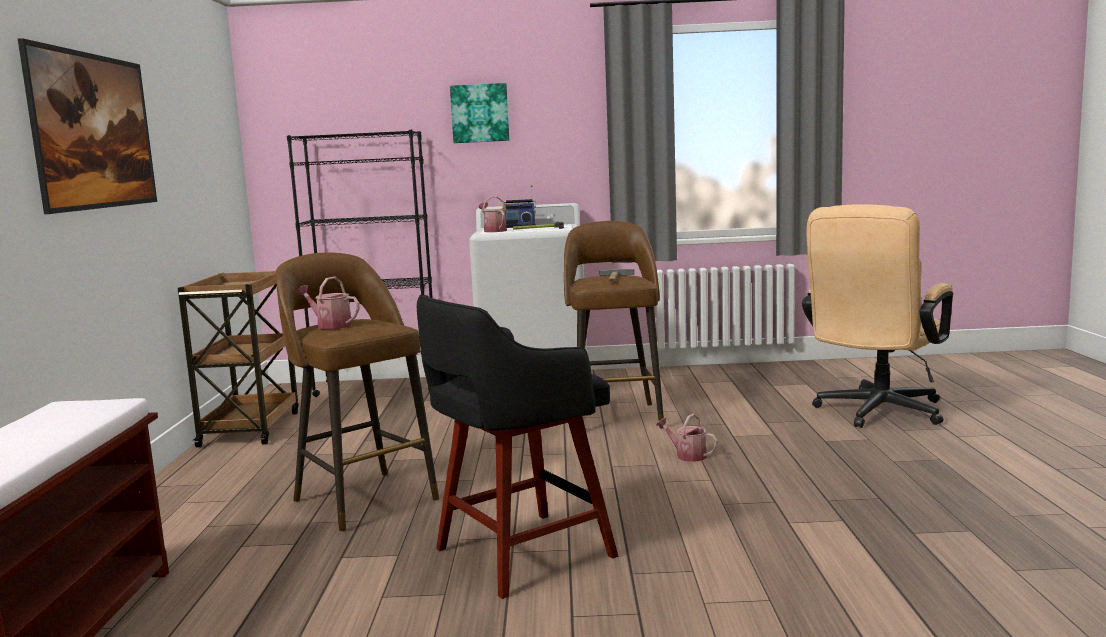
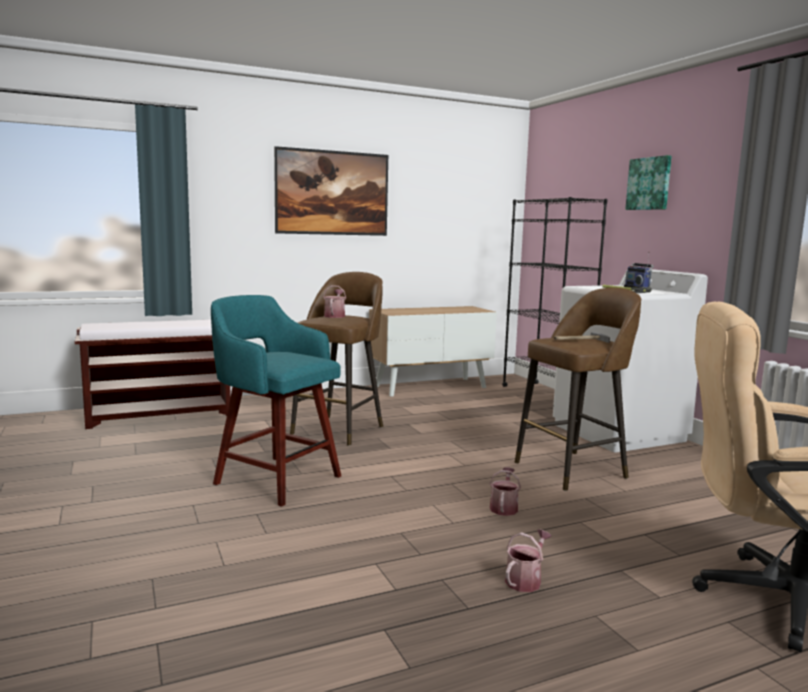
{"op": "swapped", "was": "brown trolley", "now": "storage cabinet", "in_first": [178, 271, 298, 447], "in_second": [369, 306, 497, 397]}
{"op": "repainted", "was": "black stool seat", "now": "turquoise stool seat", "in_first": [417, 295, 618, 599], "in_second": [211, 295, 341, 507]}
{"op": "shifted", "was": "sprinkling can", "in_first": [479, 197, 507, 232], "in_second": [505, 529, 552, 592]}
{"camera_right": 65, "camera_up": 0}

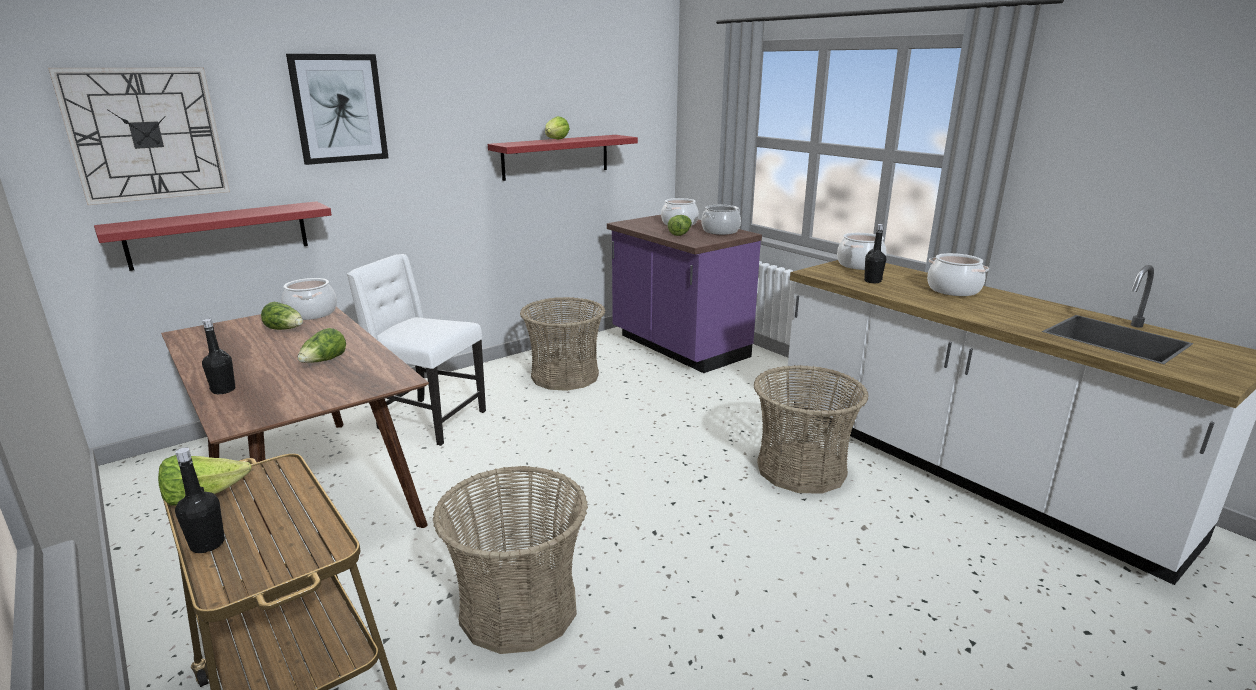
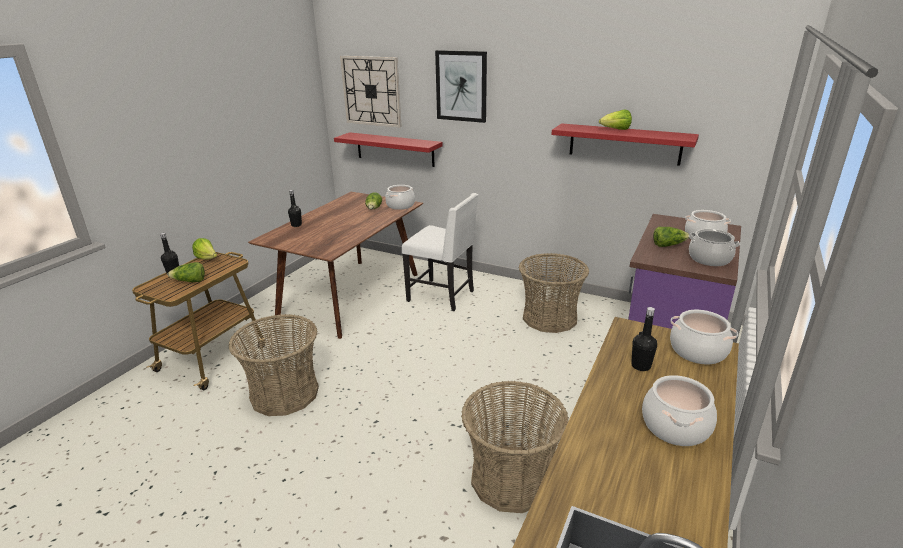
{"op": "shifted", "was": "head of lettuce", "in_first": [298, 328, 346, 363], "in_second": [167, 262, 205, 282]}
{"op": "rotated", "was": "white-coloured plain chair", "in_first": [347, 254, 486, 446], "in_second": [402, 193, 478, 311], "clockwise": 120}
{"camera_right": 65, "camera_up": 5}

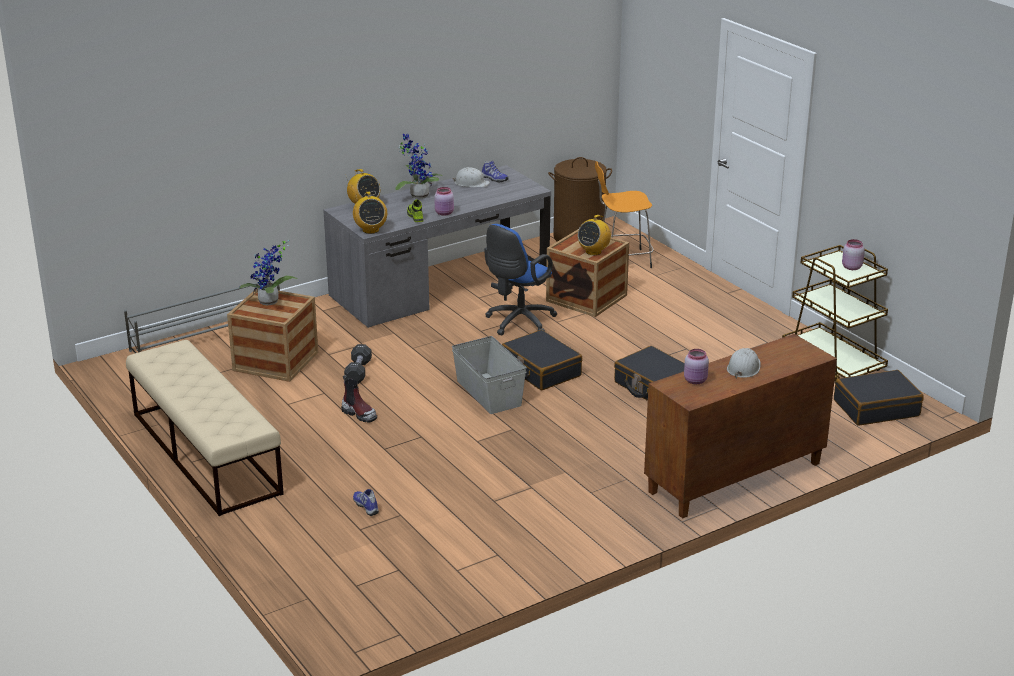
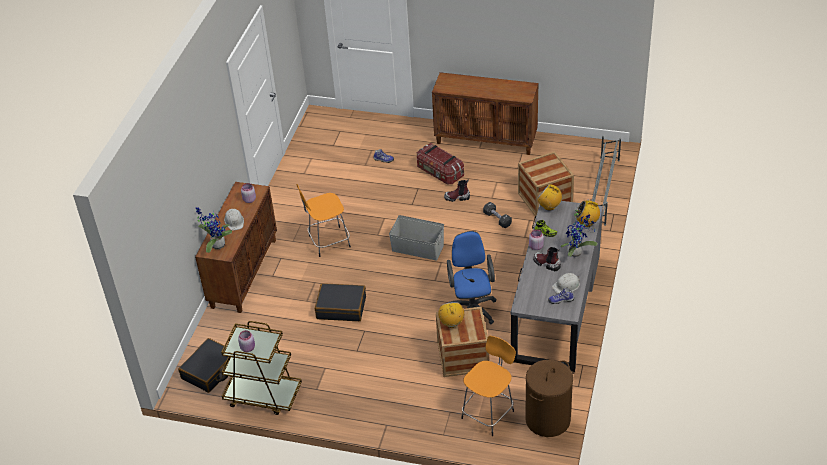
{"op": "swapped", "was": "sand-coloured bench", "now": "brown storage cabinet", "in_first": [126, 340, 284, 516], "in_second": [432, 72, 538, 155]}
{"op": "shifted", "was": "potted plant", "in_first": [239, 240, 298, 306], "in_second": [196, 207, 232, 253]}
{"op": "gone", "was": "black suitcase", "in_first": [502, 330, 582, 391]}
{"op": "new", "now": "orangey stool seat", "in_second": [297, 184, 351, 257]}
{"op": "new", "now": "storage box", "in_second": [417, 143, 464, 184]}
{"op": "new", "now": "tall boot", "in_second": [533, 247, 561, 271]}
{"camera_right": 140, "camera_up": 15}

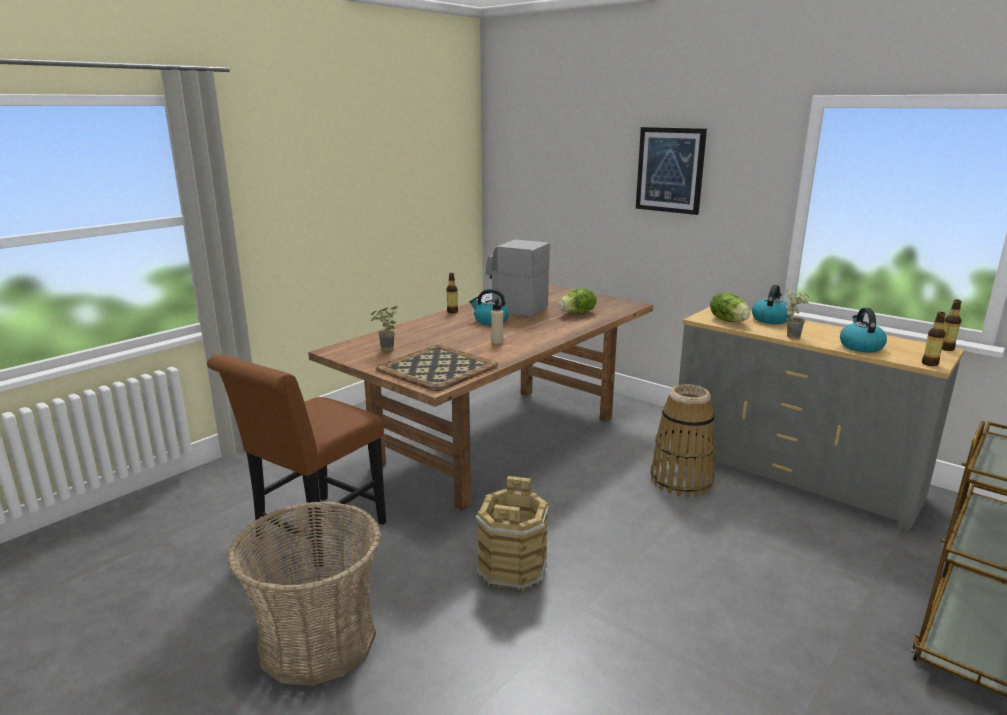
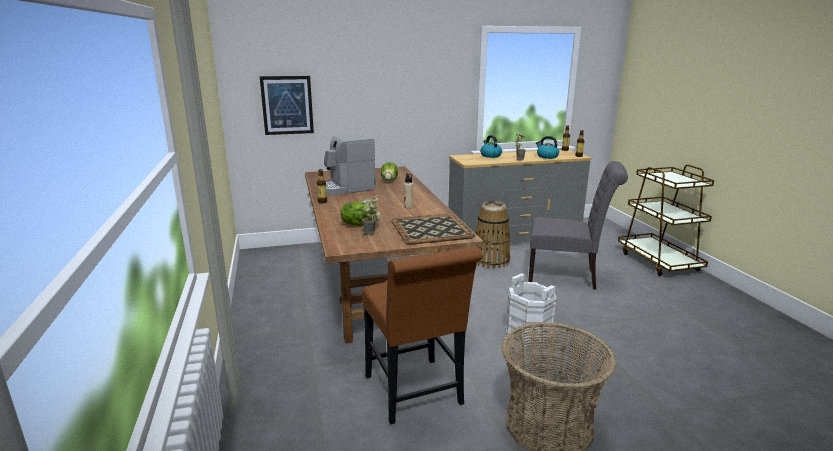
{"op": "gone", "was": "kettle", "in_first": [469, 289, 509, 325]}
{"op": "repainted", "was": "brown water bucket", "now": "white-coloured water bucket", "in_first": [476, 476, 549, 591], "in_second": [505, 273, 557, 347]}
{"op": "shifted", "was": "wall picture", "in_first": [636, 127, 707, 215], "in_second": [260, 76, 314, 135]}
{"op": "shifted", "was": "head of lettuce", "in_first": [710, 293, 750, 322], "in_second": [340, 202, 380, 226]}
{"op": "new", "now": "gray plain chair", "in_second": [528, 161, 628, 290]}
{"camera_right": -55, "camera_up": 0}

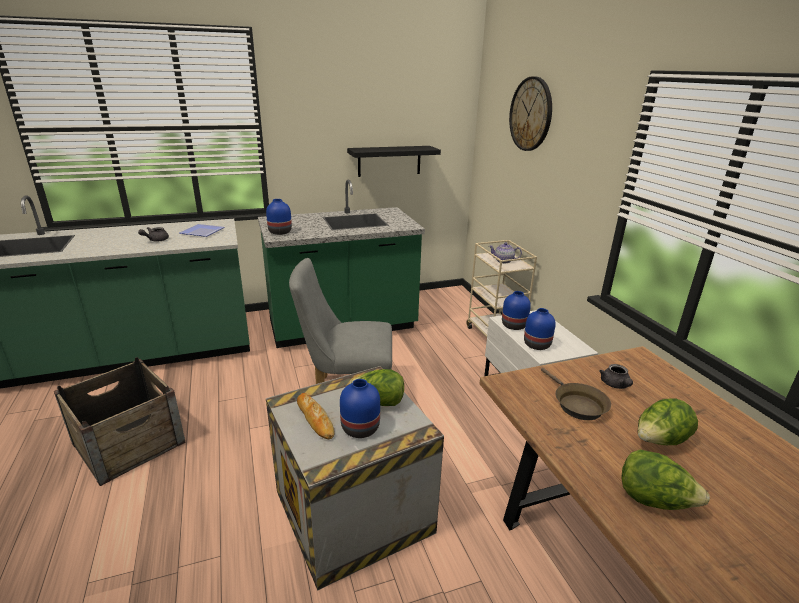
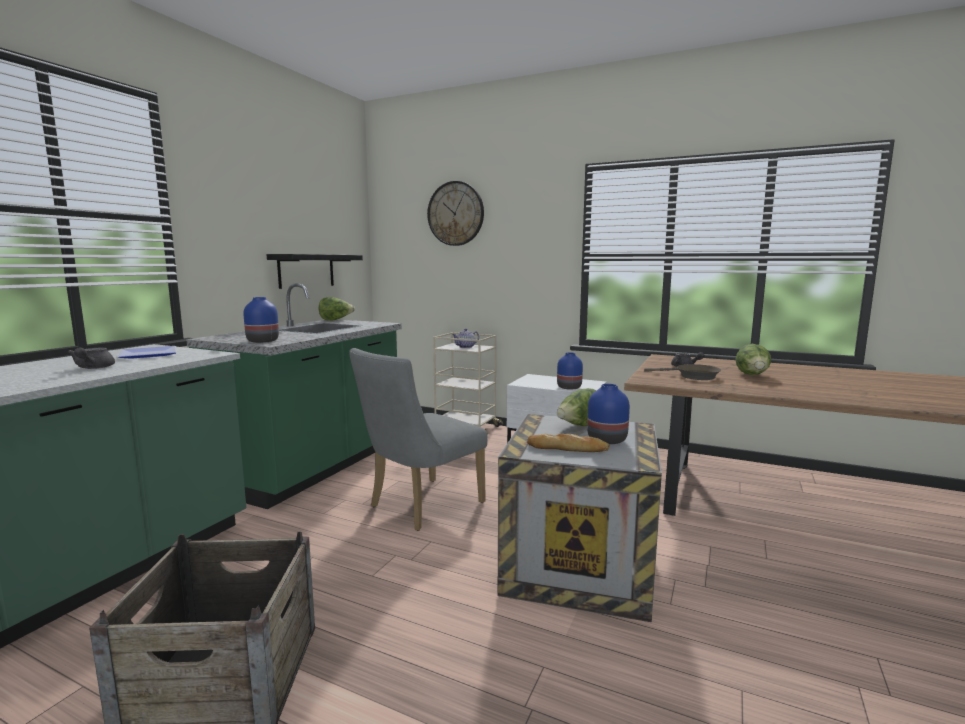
{"op": "gone", "was": "blue-coloured vase", "in_first": [502, 291, 531, 330]}
{"op": "shifted", "was": "head of lettuce", "in_first": [621, 449, 710, 510], "in_second": [318, 297, 355, 321]}
{"camera_right": -45, "camera_up": -15}

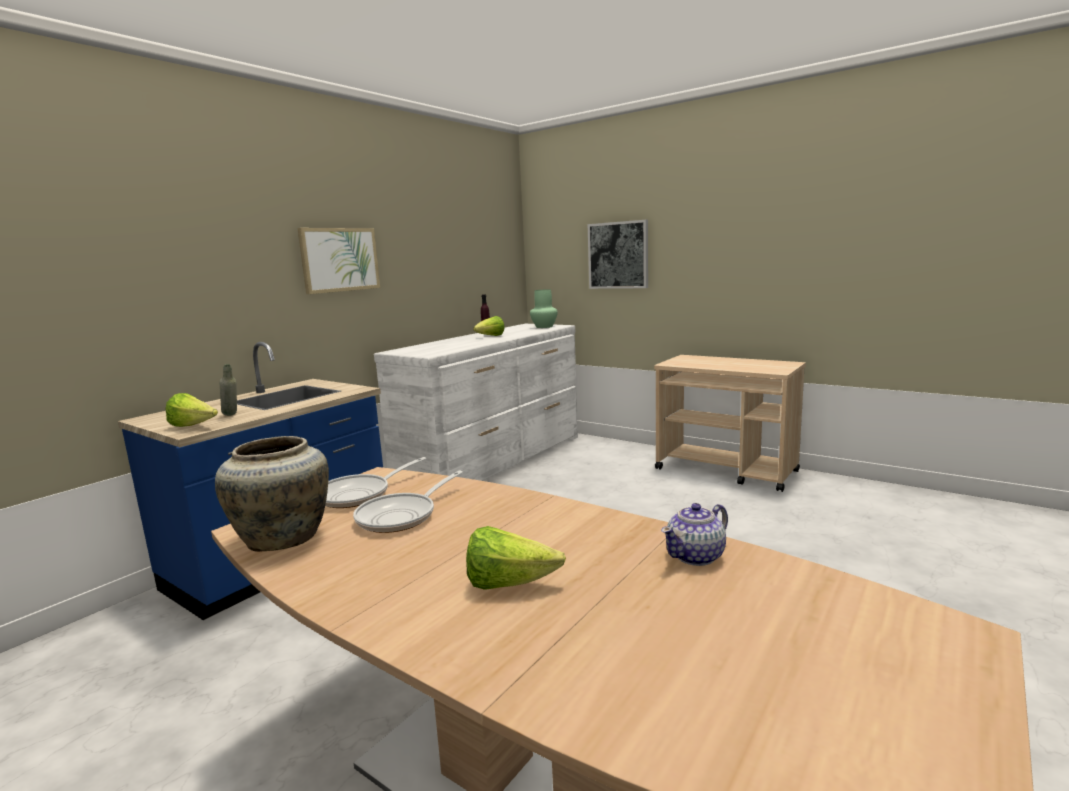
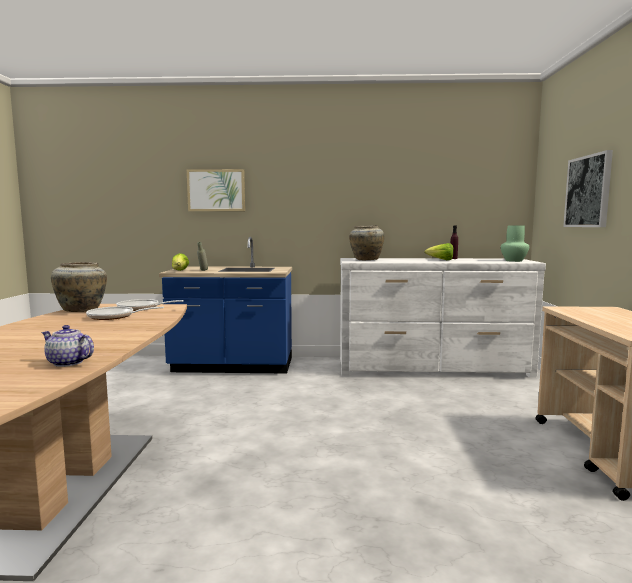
{"op": "shifted", "was": "wall picture", "in_first": [297, 228, 380, 294], "in_second": [187, 169, 245, 211]}
{"op": "gone", "was": "head of lettuce", "in_first": [466, 526, 566, 590]}
{"op": "new", "now": "sand-coloured vase", "in_second": [349, 226, 384, 260]}
{"camera_right": 55, "camera_up": -5}

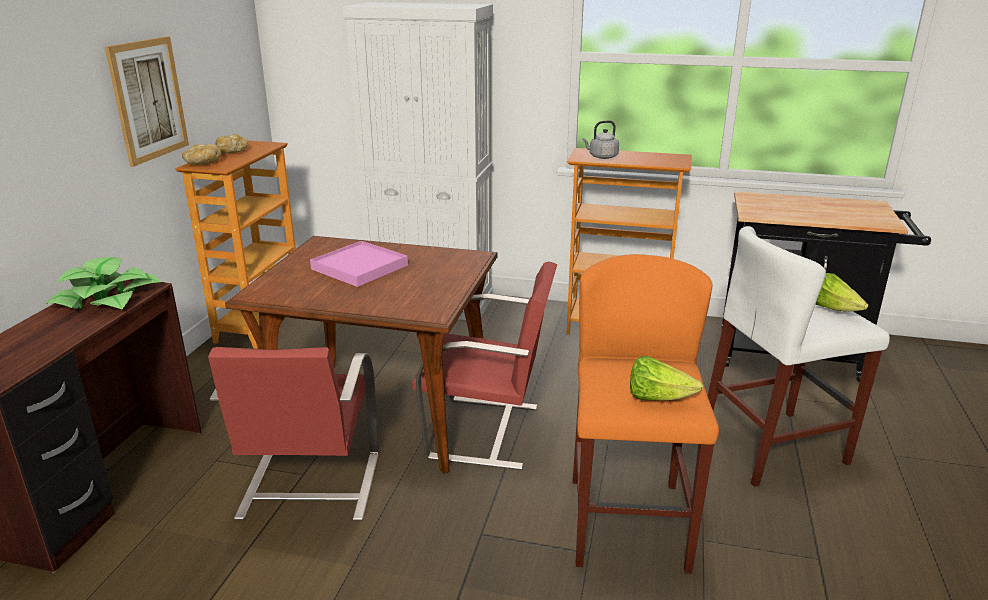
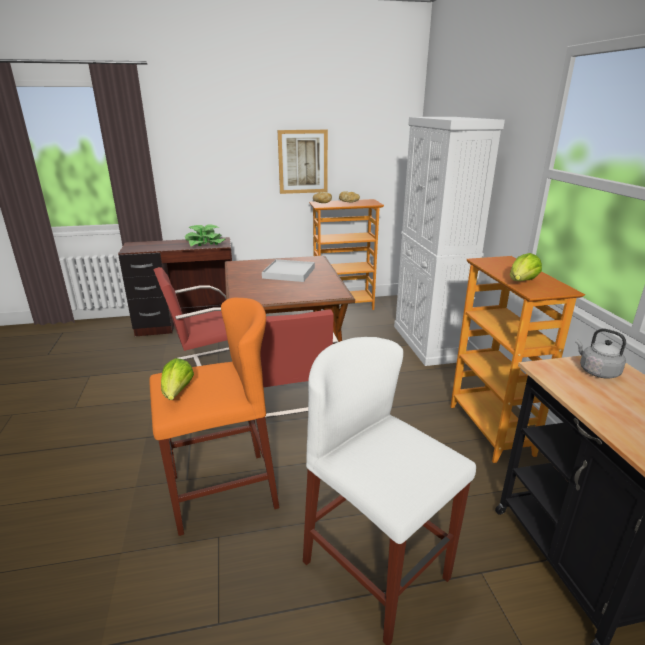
{"op": "repainted", "was": "pink-coloured serving tray", "now": "white-coloured serving tray", "in_first": [310, 241, 408, 287], "in_second": [262, 259, 315, 282]}
{"op": "shifted", "was": "gray kettle", "in_first": [582, 120, 619, 159], "in_second": [575, 329, 626, 379]}
{"op": "shifted", "was": "head of lettuce", "in_first": [816, 273, 868, 311], "in_second": [510, 253, 542, 281]}
{"camera_right": 65, "camera_up": 0}

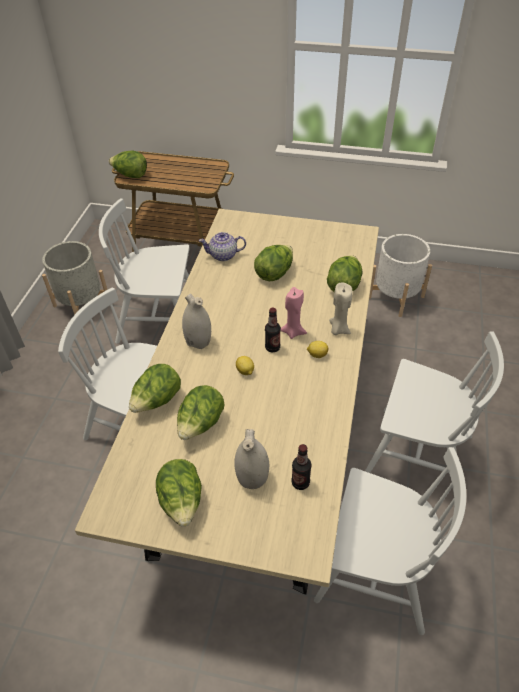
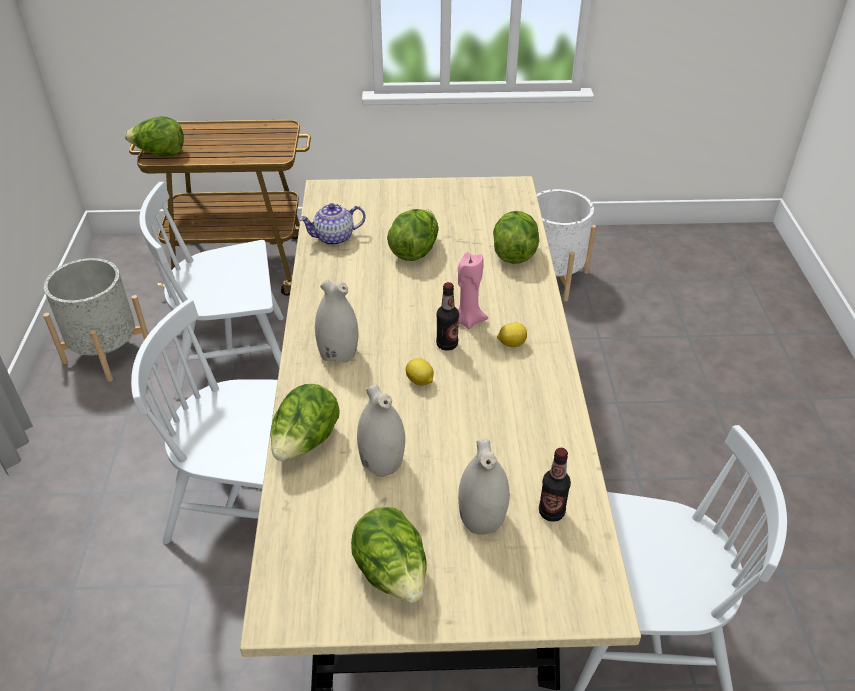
{"op": "swapped", "was": "head of lettuce", "now": "white-coloured vase", "in_first": [177, 385, 225, 440], "in_second": [357, 384, 405, 477]}
{"op": "gone", "was": "sand-coloured candle", "in_first": [329, 283, 352, 335]}
{"op": "gone", "was": "white-coloured plain chair", "in_first": [365, 331, 504, 493]}
{"camera_right": -15, "camera_up": -5}

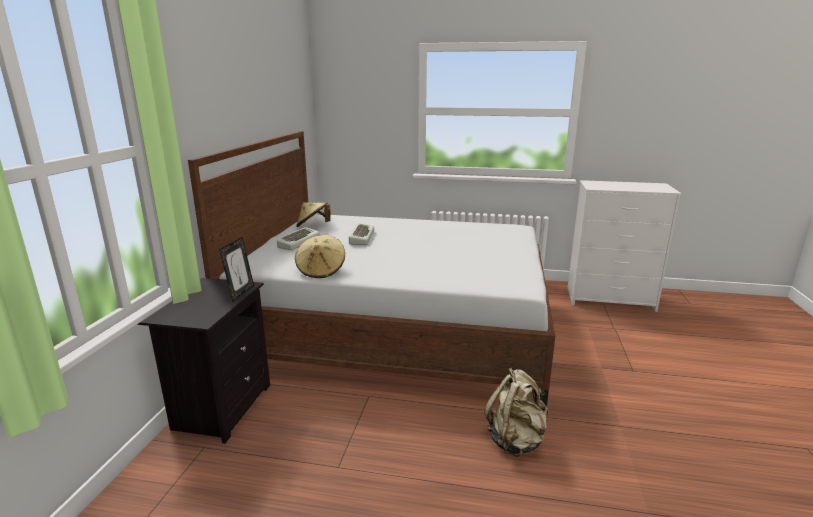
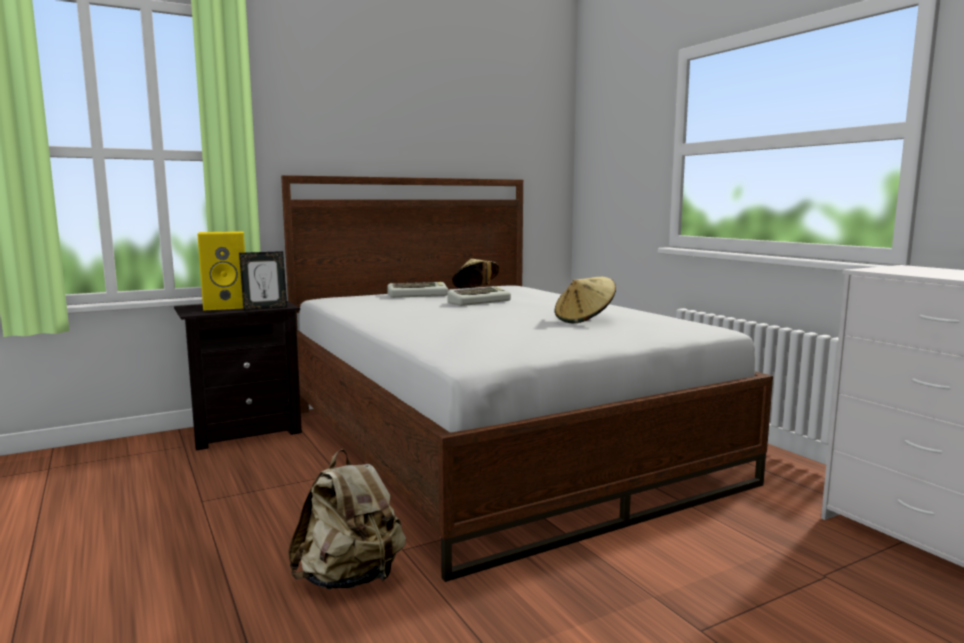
{"op": "shifted", "was": "sand-coloured hat", "in_first": [295, 235, 345, 278], "in_second": [555, 277, 616, 323]}
{"op": "new", "now": "yellow-coloured loudspeaker", "in_second": [197, 231, 245, 311]}
{"camera_right": 50, "camera_up": -10}

